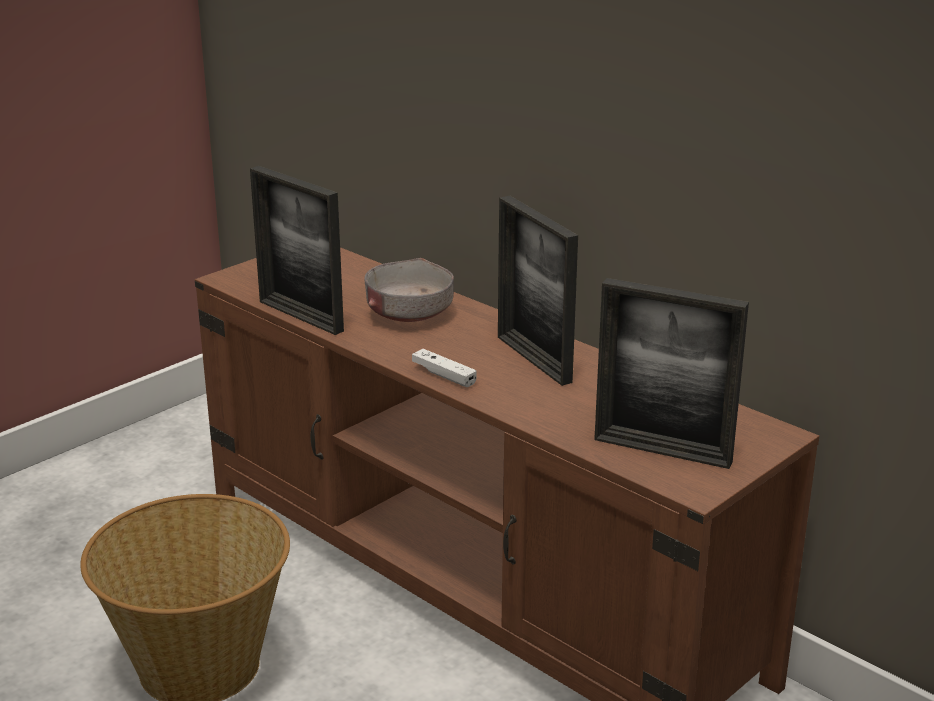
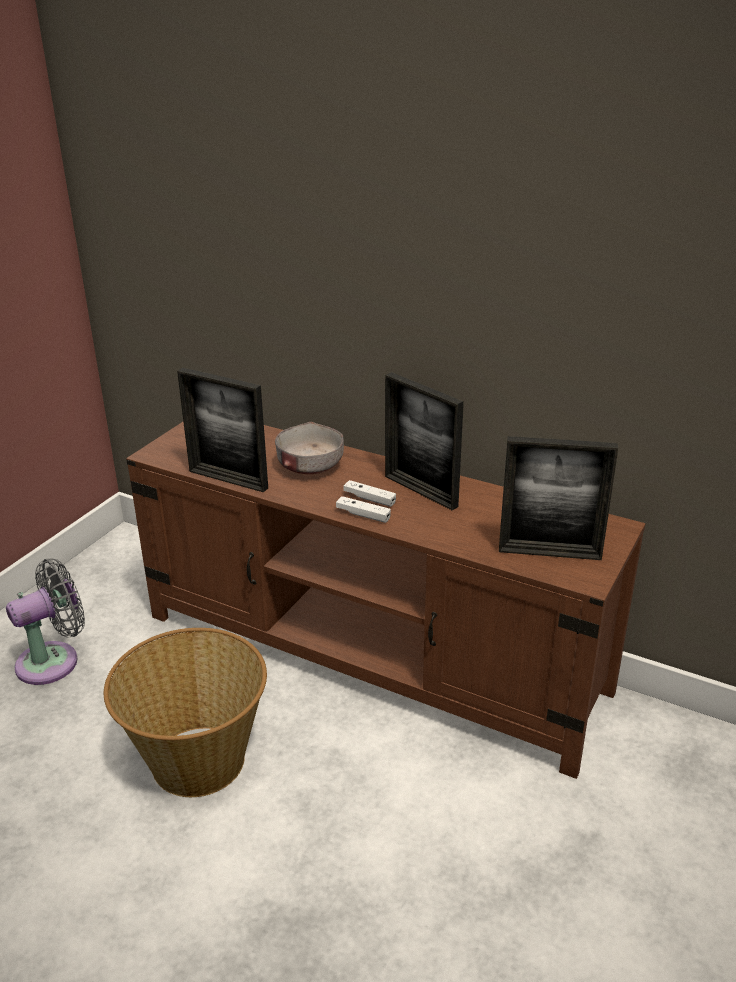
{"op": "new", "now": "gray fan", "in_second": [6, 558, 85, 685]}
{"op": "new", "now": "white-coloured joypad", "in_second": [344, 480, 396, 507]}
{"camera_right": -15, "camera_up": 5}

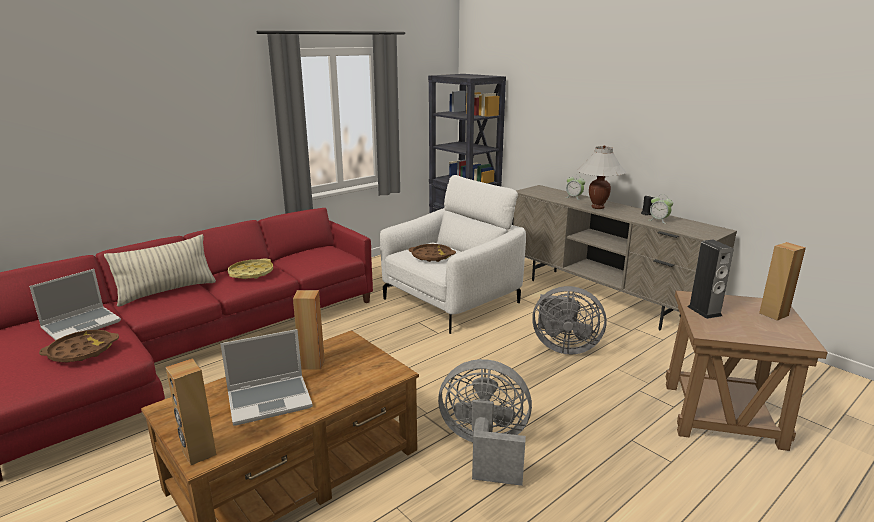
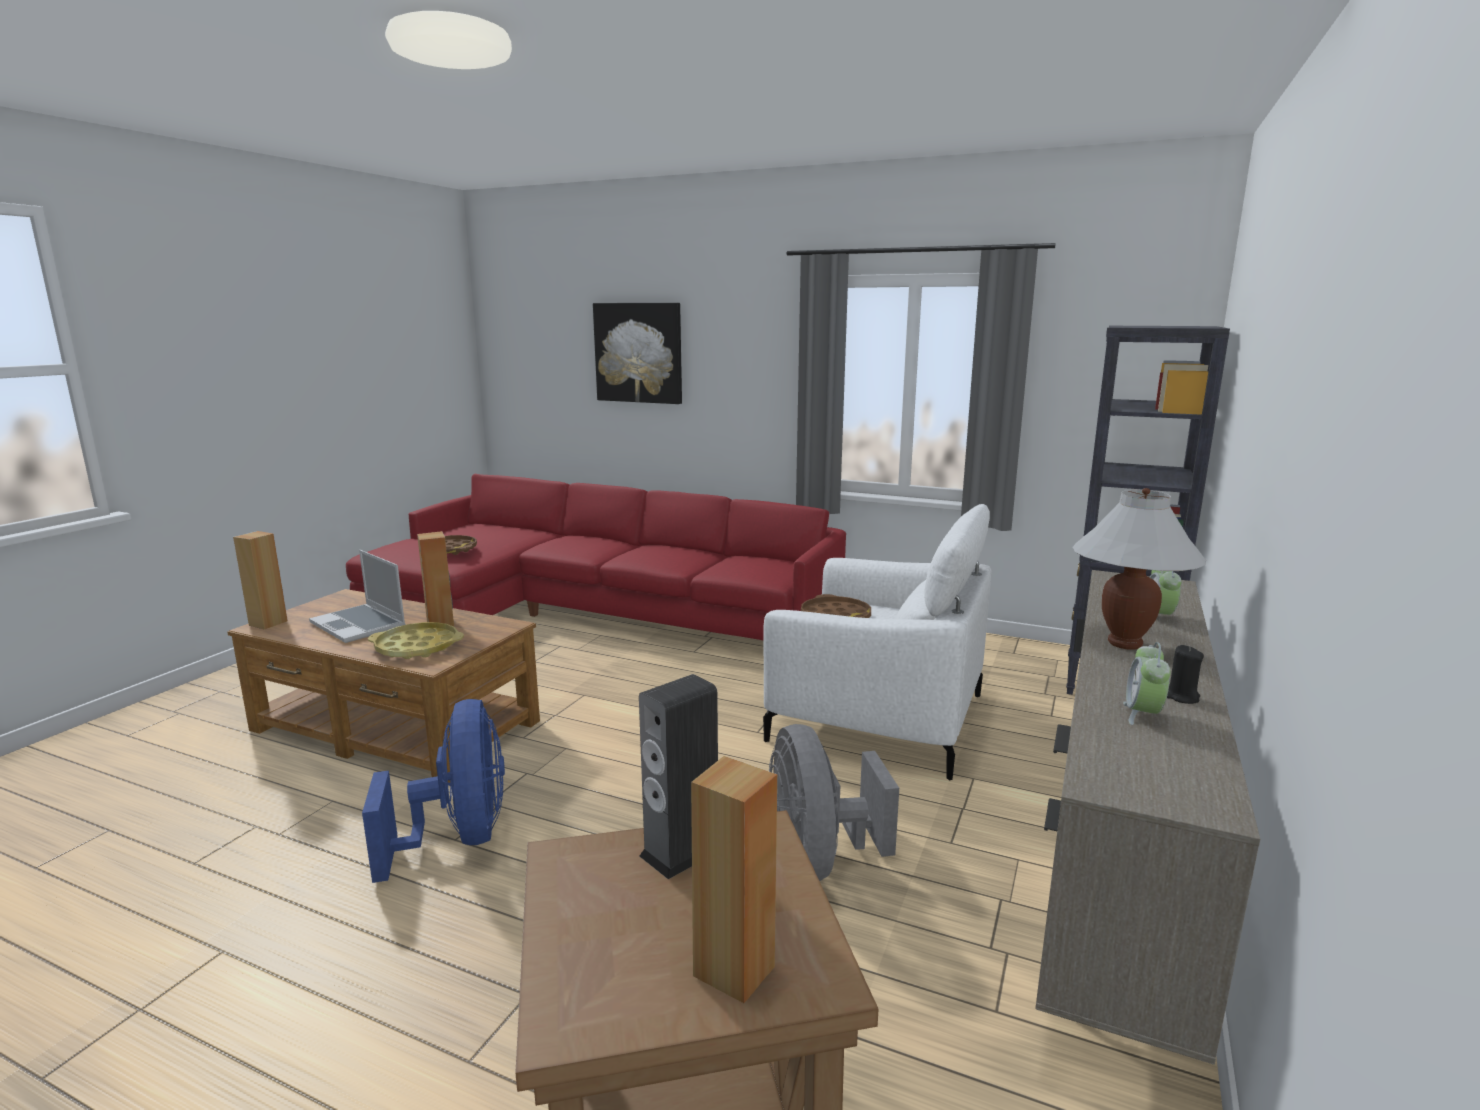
{"op": "gone", "was": "notebook computer", "in_first": [29, 269, 121, 340]}
{"op": "gone", "was": "throw pillow", "in_first": [104, 234, 216, 307]}
{"op": "shifted", "was": "yellow-coloured serving tray", "in_first": [228, 258, 273, 279], "in_second": [368, 622, 464, 659]}
{"op": "repainted", "was": "gray fan", "now": "blue-coloured fan", "in_first": [438, 359, 532, 486], "in_second": [362, 699, 505, 883]}
{"op": "new", "now": "wall picture", "in_second": [593, 303, 682, 404]}
{"camera_right": 65, "camera_up": -5}

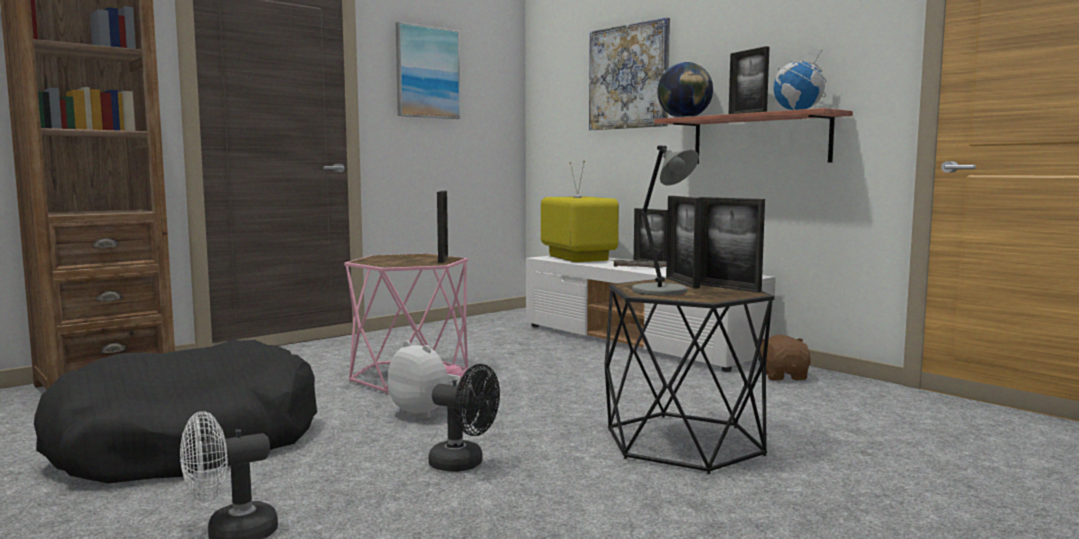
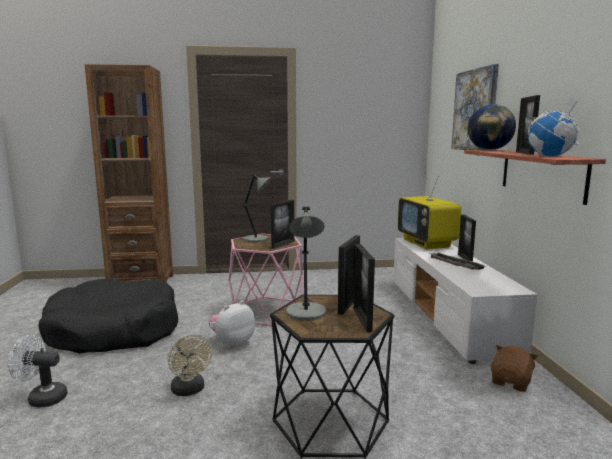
{"op": "rotated", "was": "soft toy", "in_first": [388, 340, 465, 419], "in_second": [209, 301, 255, 349], "clockwise": -120}
{"op": "gone", "was": "wall picture", "in_first": [396, 22, 461, 119]}
{"op": "repainted", "was": "black fan", "now": "sand-coloured fan", "in_first": [428, 364, 500, 472], "in_second": [168, 334, 212, 396]}
{"op": "rotated", "was": "TV", "in_first": [541, 161, 619, 262], "in_second": [398, 172, 461, 249], "clockwise": 150}
{"op": "new", "now": "gray table lamp", "in_second": [243, 175, 271, 242]}
{"camera_right": 35, "camera_up": 5}

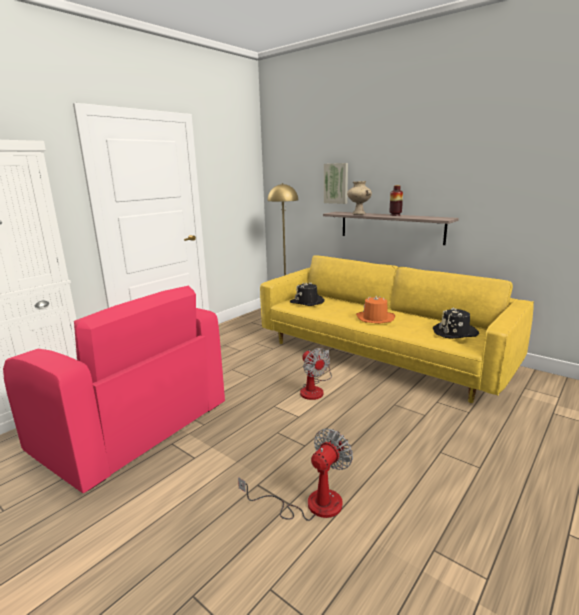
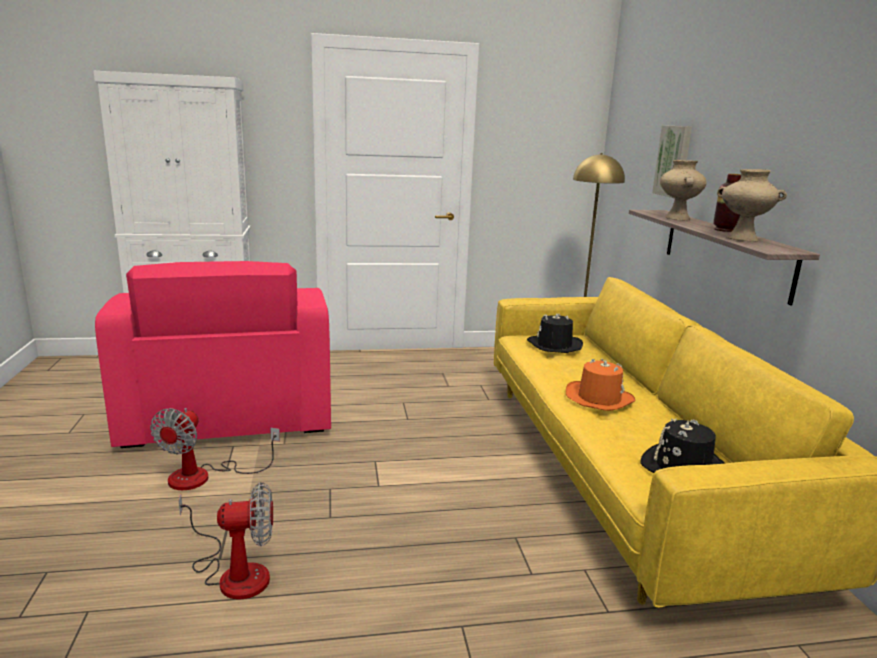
{"op": "shifted", "was": "fan", "in_first": [300, 348, 332, 400], "in_second": [150, 408, 280, 490]}
{"op": "new", "now": "sand-coloured vase", "in_second": [717, 169, 787, 241]}
{"camera_right": 40, "camera_up": 0}

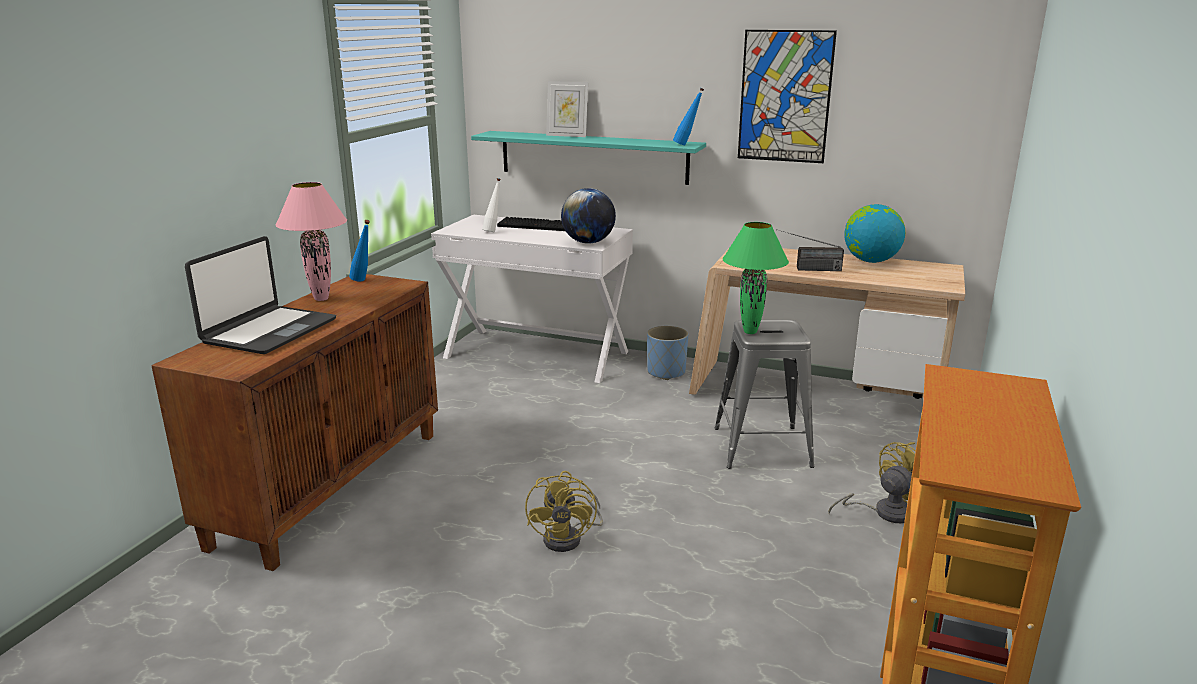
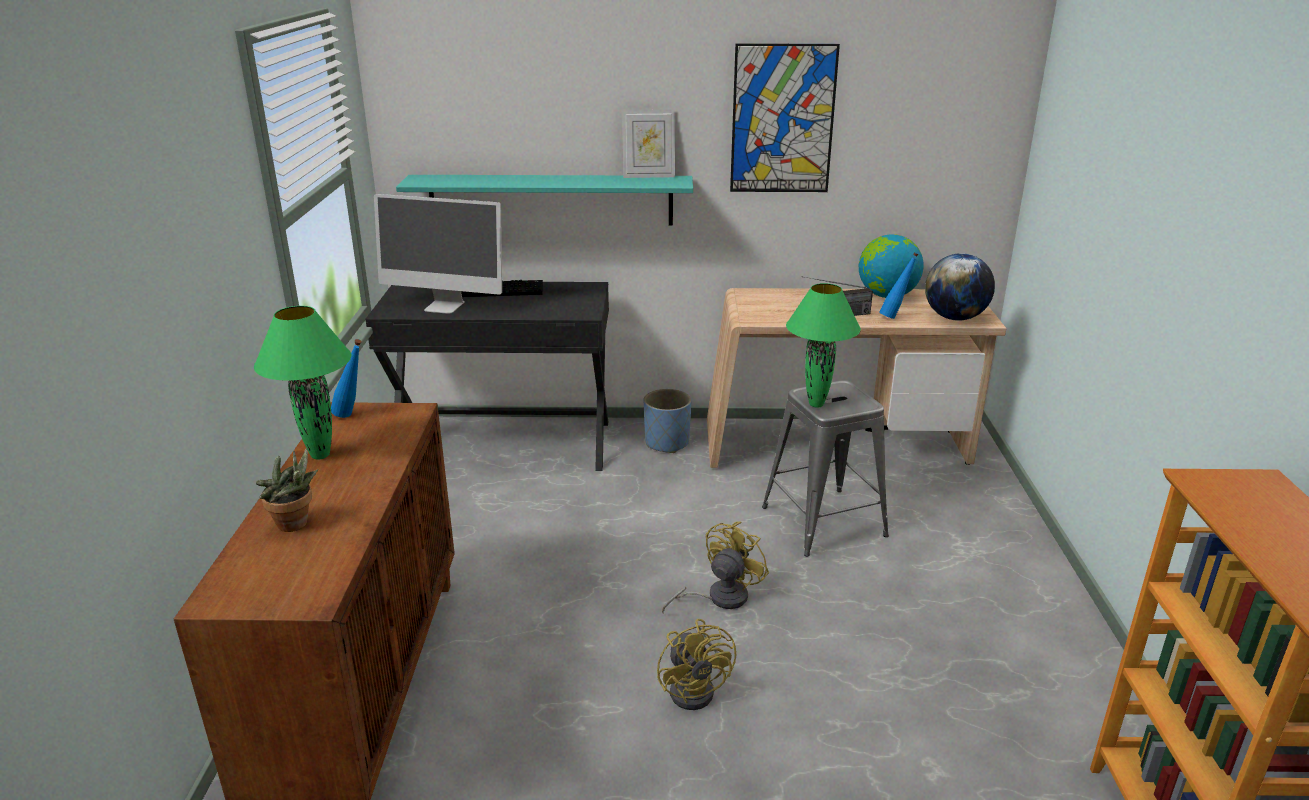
{"op": "swapped", "was": "notebook computer", "now": "potted plant", "in_first": [185, 236, 336, 354], "in_second": [256, 447, 318, 532]}
{"op": "repainted", "was": "pink-coloured table lamp", "now": "green-coloured table lamp", "in_first": [275, 182, 347, 301], "in_second": [254, 306, 351, 459]}
{"op": "repainted", "was": "white-coloured desk table", "now": "black desk table", "in_first": [431, 215, 633, 383], "in_second": [365, 282, 609, 471]}
{"op": "swapped", "was": "white-coloured beverage bottle", "now": "computer display", "in_first": [482, 178, 501, 232], "in_second": [374, 194, 502, 314]}
{"op": "shifted", "was": "standing frame", "in_first": [546, 81, 588, 137], "in_second": [622, 109, 675, 178]}
{"op": "shifted", "was": "world globe", "in_first": [561, 188, 616, 244], "in_second": [925, 253, 995, 321]}
{"op": "shifted", "was": "blue-coloured beverage bottle", "in_first": [673, 88, 704, 145], "in_second": [879, 252, 919, 319]}
{"op": "shifted", "was": "yellow-coloured fan", "in_first": [828, 442, 916, 523], "in_second": [662, 521, 769, 613]}
{"camera_right": -20, "camera_up": 5}

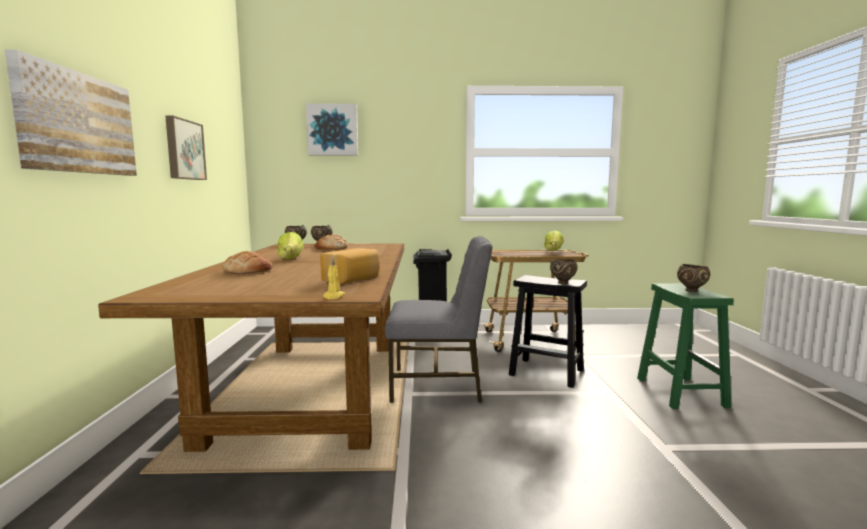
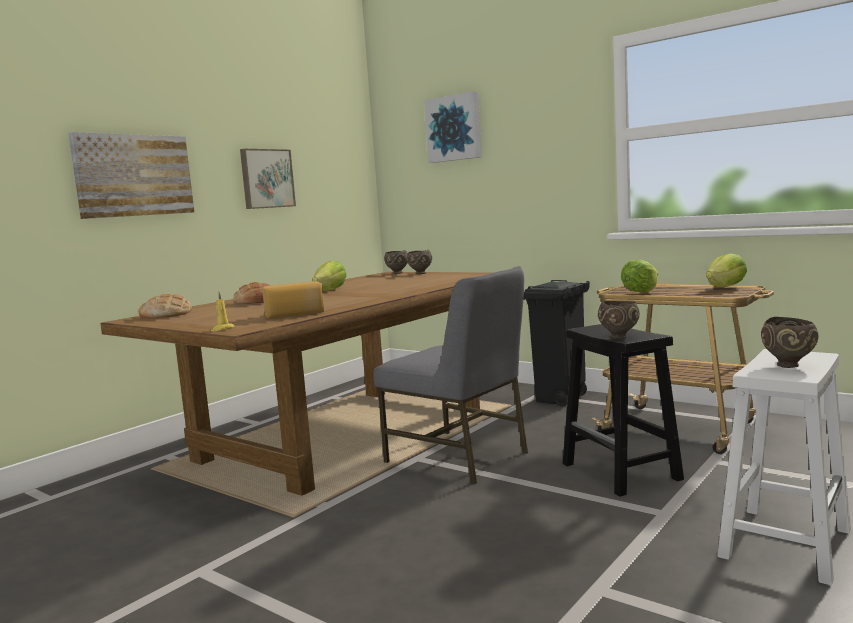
{"op": "shifted", "was": "baked bread", "in_first": [315, 234, 348, 249], "in_second": [138, 294, 192, 319]}
{"op": "repainted", "was": "green-coloured stool seat", "now": "white-coloured stool seat", "in_first": [637, 283, 734, 409], "in_second": [717, 349, 851, 585]}
{"op": "new", "now": "head of lettuce", "in_second": [621, 260, 658, 292]}
{"camera_right": 40, "camera_up": 0}

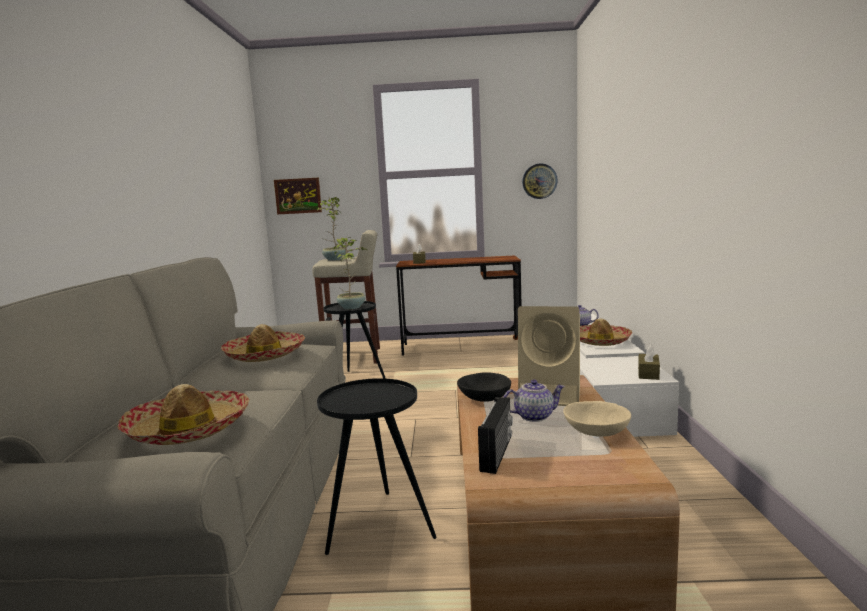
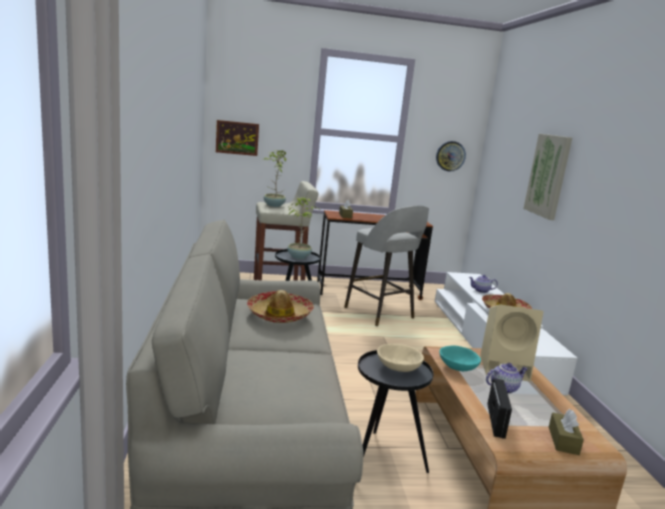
{"op": "gone", "was": "hat", "in_first": [117, 384, 250, 445]}
{"op": "repainted", "was": "black deep dish", "now": "turquoise deep dish", "in_first": [457, 372, 511, 402], "in_second": [439, 345, 481, 371]}
{"op": "shifted", "was": "sand-coloured deep dish", "in_first": [563, 401, 631, 437], "in_second": [377, 344, 424, 372]}
{"op": "shifted", "was": "brown tissue box", "in_first": [638, 345, 660, 380], "in_second": [549, 409, 584, 455]}
{"op": "new", "now": "gray stool seat", "in_second": [344, 206, 429, 326]}
{"op": "new", "now": "wall picture", "in_second": [523, 134, 572, 220]}
{"camera_right": -10, "camera_up": 5}

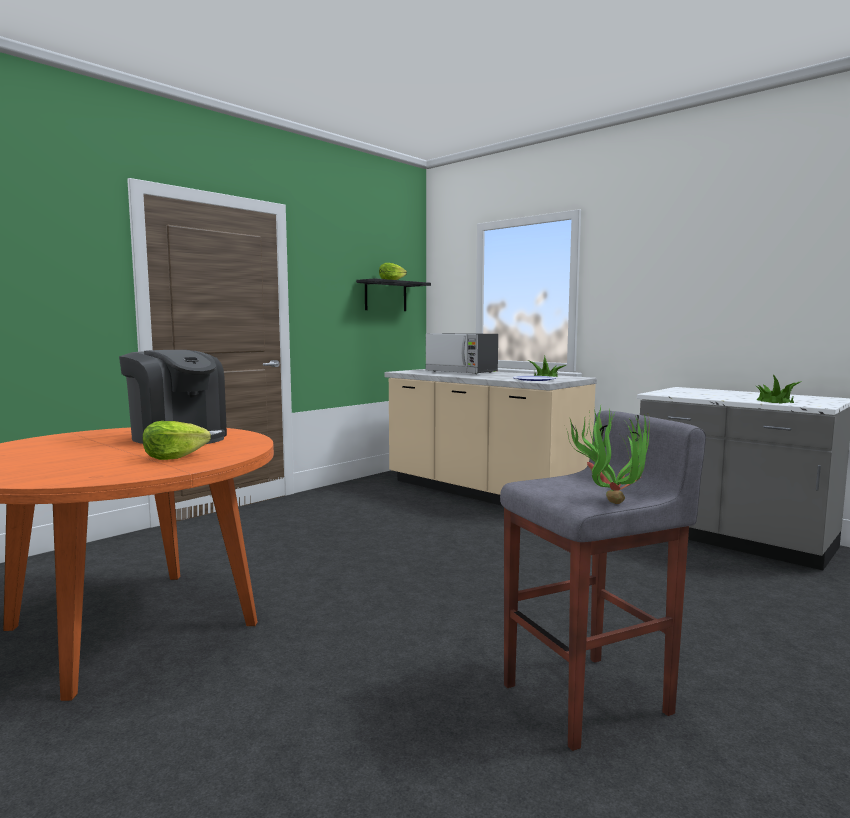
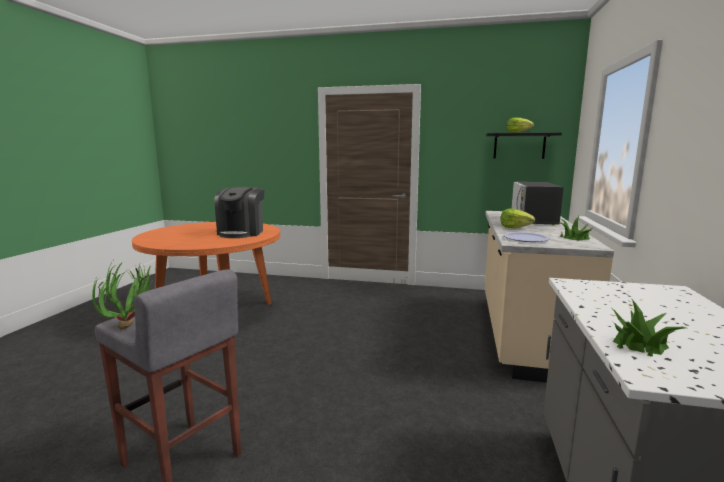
{"op": "shifted", "was": "head of lettuce", "in_first": [142, 421, 211, 460], "in_second": [500, 209, 535, 229]}
{"camera_right": 60, "camera_up": 5}

